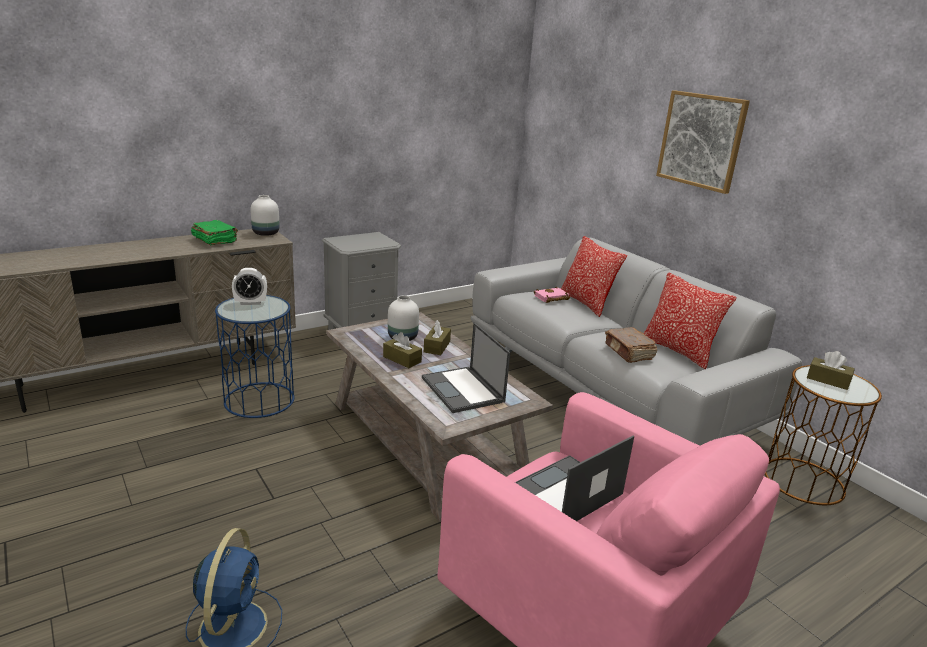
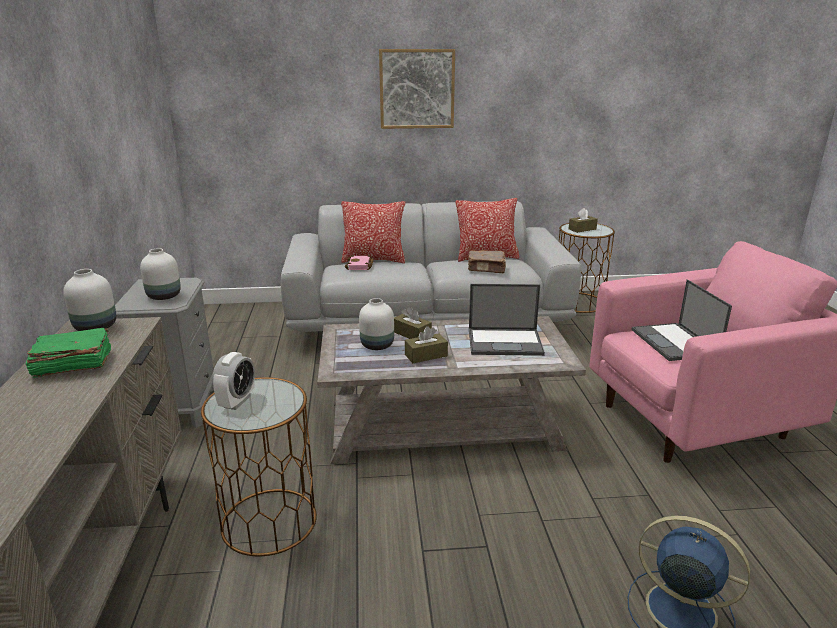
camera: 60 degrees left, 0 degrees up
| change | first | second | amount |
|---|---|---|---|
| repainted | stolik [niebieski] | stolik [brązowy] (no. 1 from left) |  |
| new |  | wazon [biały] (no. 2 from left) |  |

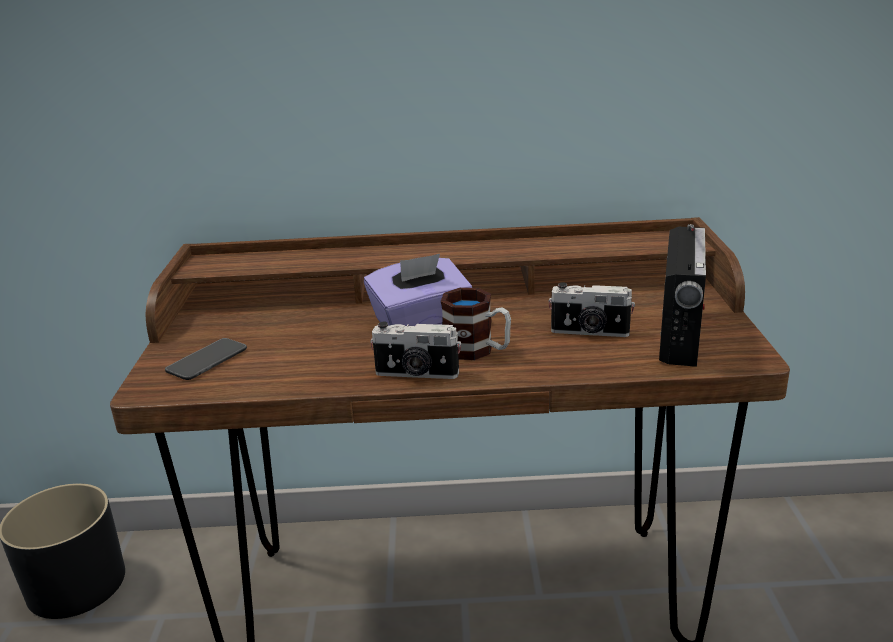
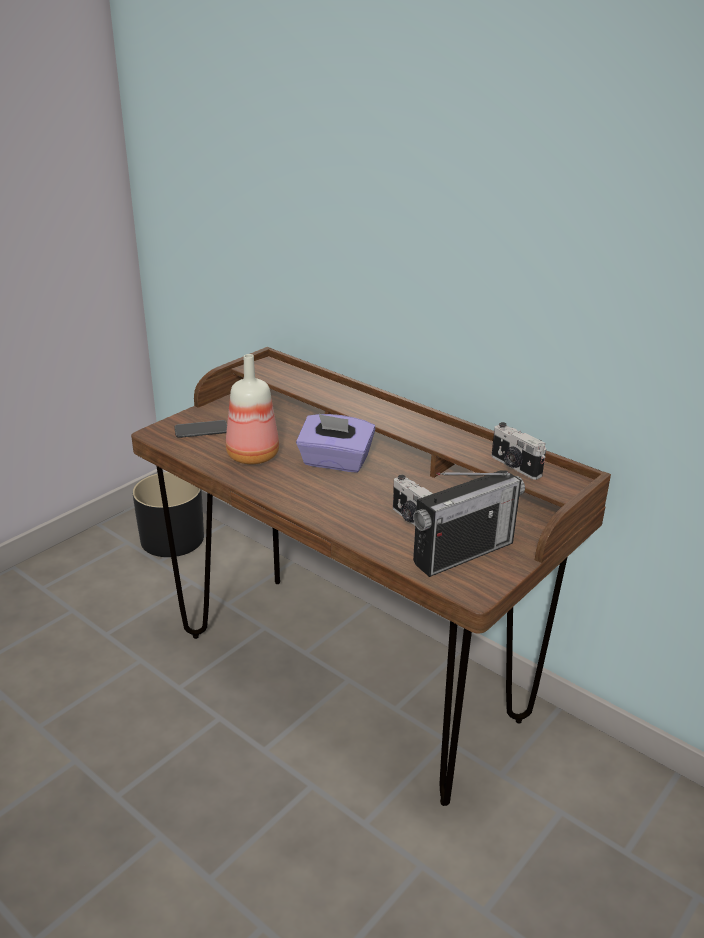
camera: 40 degrees right, 5 degrees up
| change | first | second | amount |
|---|---|---|---|
| shifted | aparat fotograficzny (no. 1 from left in the first image) | aparat fotograficzny (no. 2 from left) |  |
| gone | kubek |  |  |
| new |  | butelka |  |

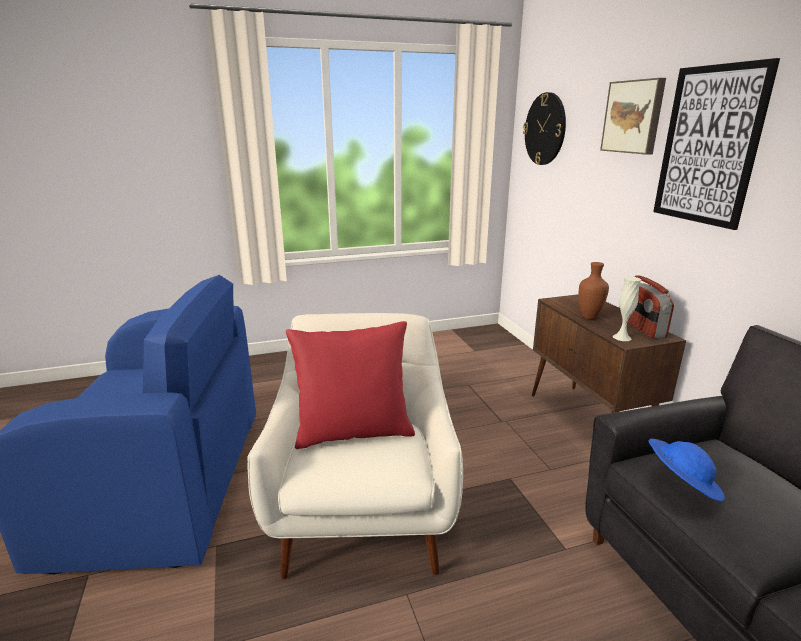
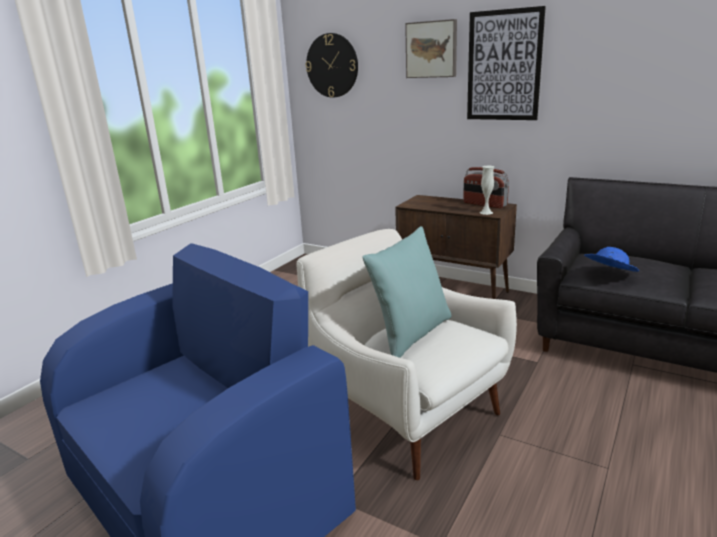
camera: 40 degrees left, 0 degrees up
| change | first | second | amount |
|---|---|---|---|
| repainted | poduszka [czerwony] | poduszka [turkusowy] |  |
| gone | wazon [brązowy] |  |  |

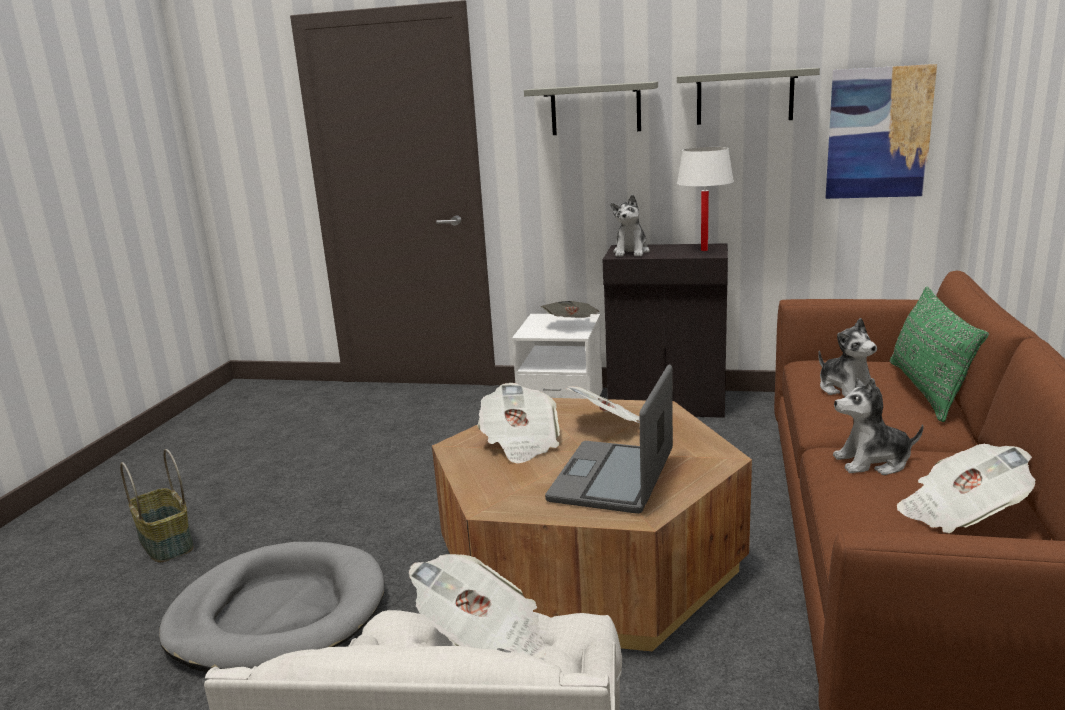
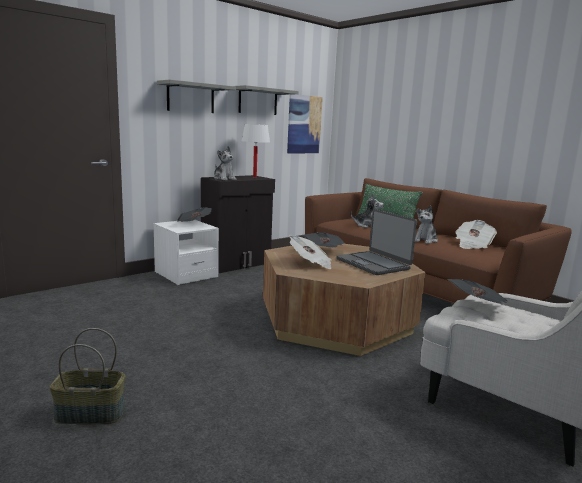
camera: 55 degrees left, 5 degrees down
| change | first | second | amount |
|---|---|---|---|
| gone | legowisko [szary] |  |  |

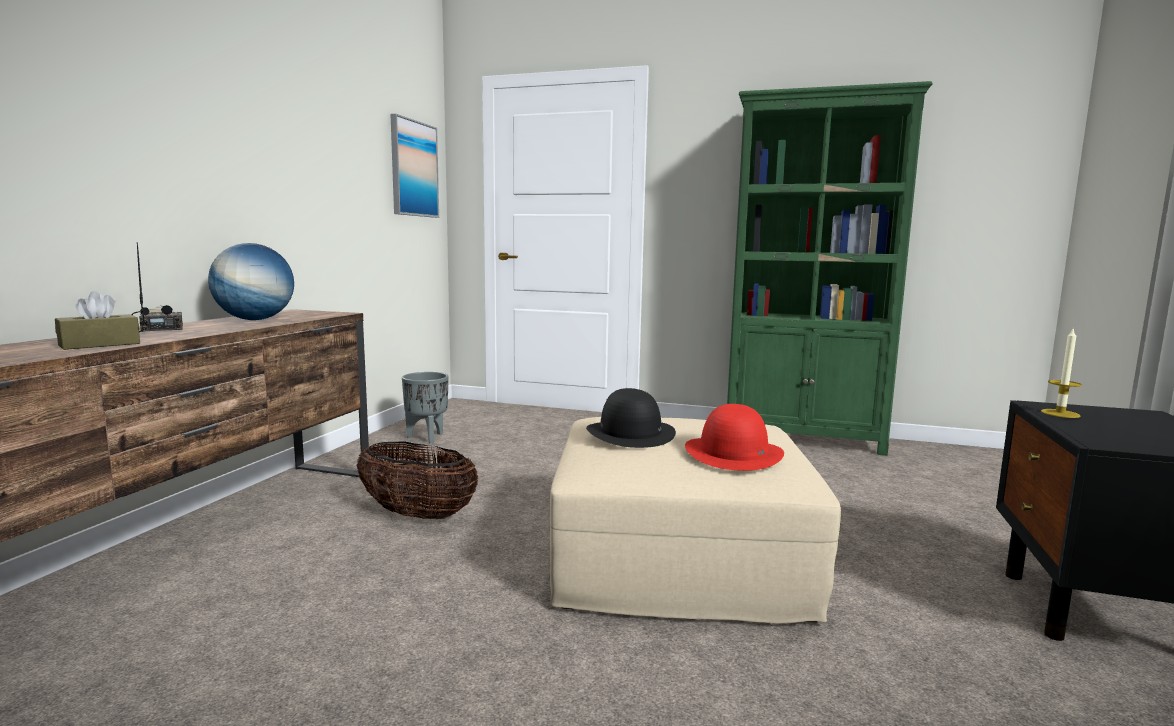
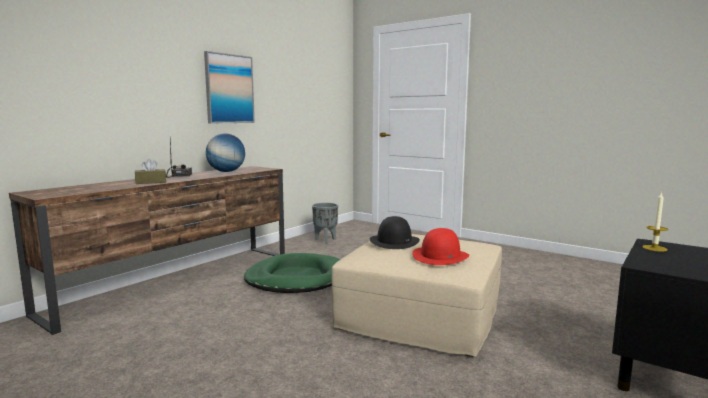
camera: 20 degrees right, 0 degrees up
| change | first | second | amount |
|---|---|---|---|
| swapped | koszyk | legowisko [zielony] |  |
| shifted | obraz |  |  |
| gone | regał [zielony] |  |  |

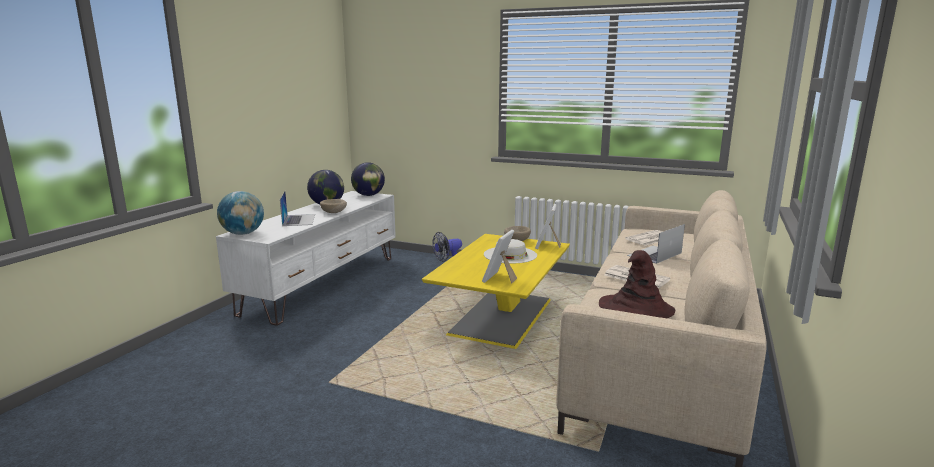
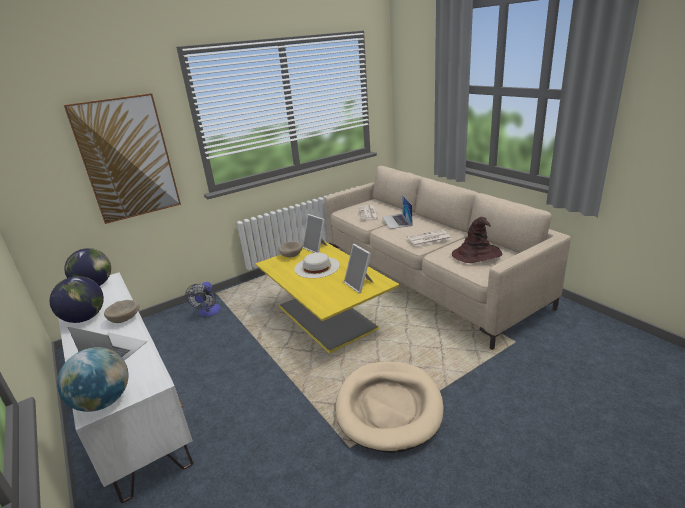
camera: 55 degrees left, 10 degrees up
| change | first | second | amount |
|---|---|---|---|
| new |  | obraz |  |
| new |  | legowisko [beżowy] |  |

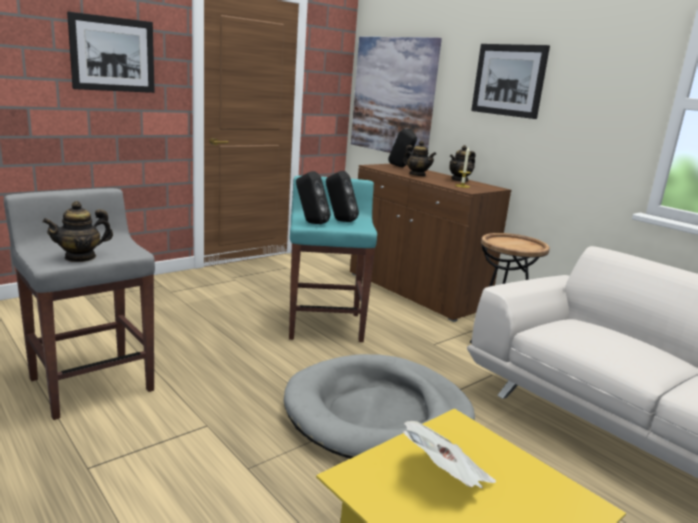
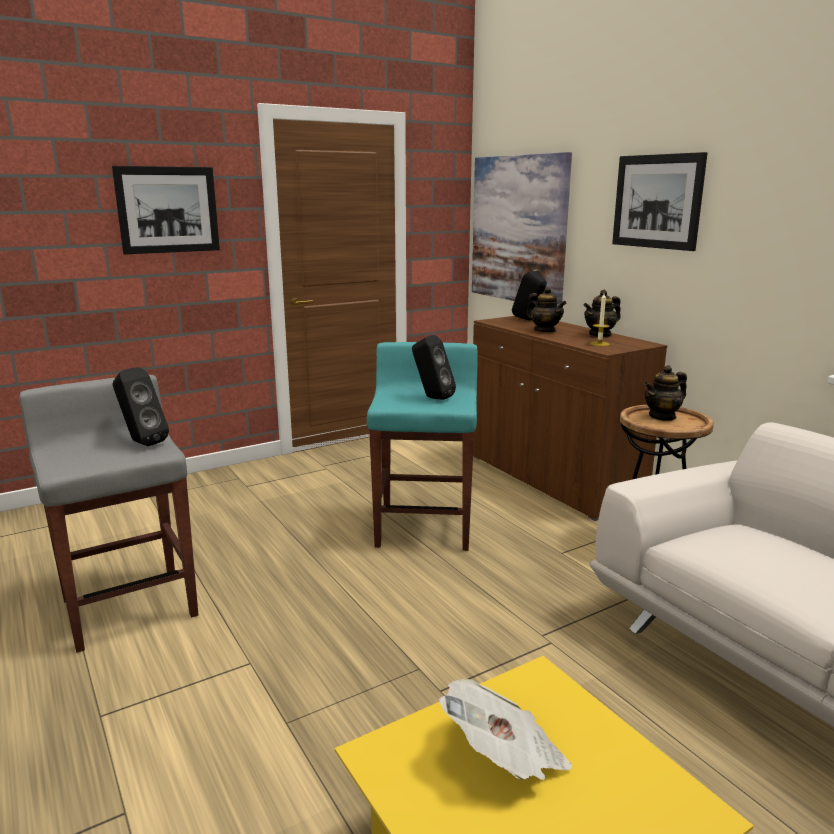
camera: 10 degrees right, 0 degrees up
| change | first | second | amount |
|---|---|---|---|
| shifted | imbryk (no. 1 from left in the first image) | imbryk (no. 3 from left) |  |
| gone | legowisko [szary] |  |  |
| shifted | głośnik [czarny] (no. 1 from left) |  |  |

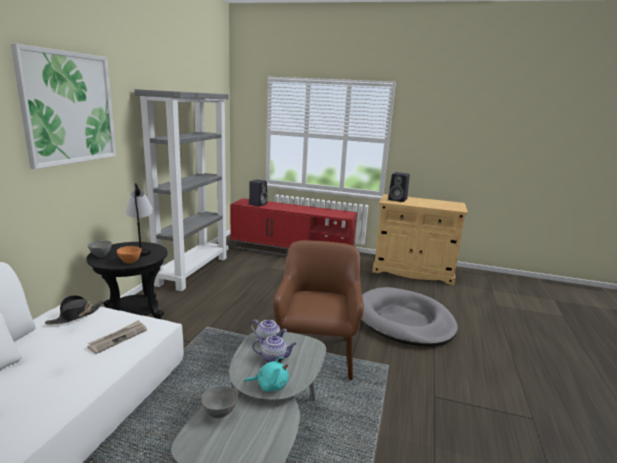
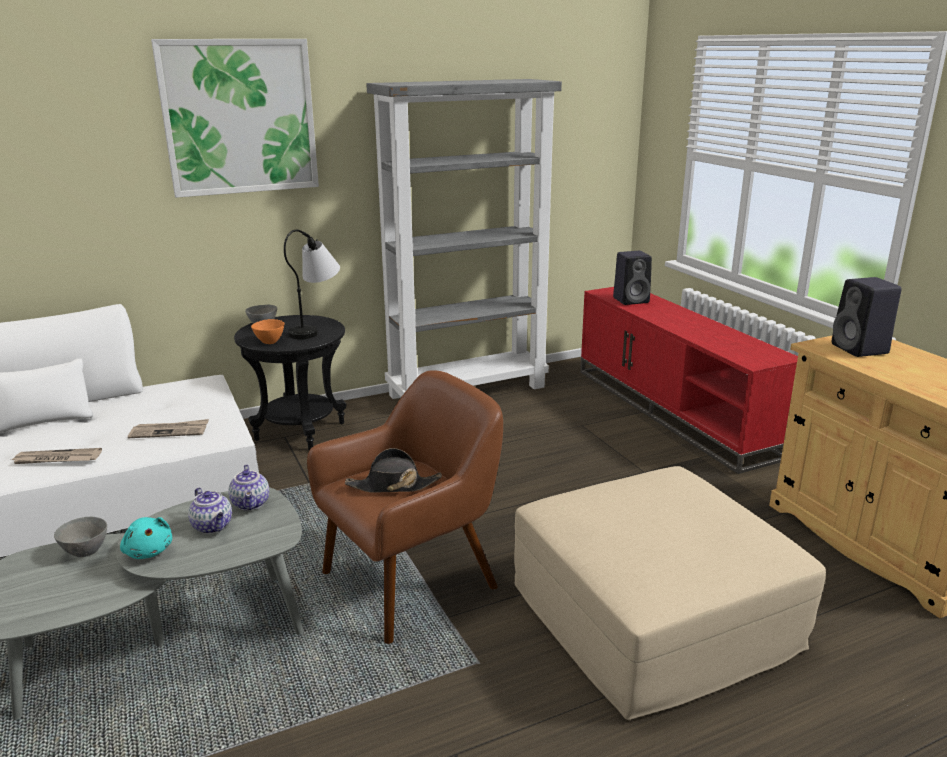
camera: 50 degrees right, 5 degrees up
| change | first | second | amount |
|---|---|---|---|
| shifted | kapelusz [czarny] |  |  |
| swapped | legowisko [szary] | pufa [beżowy] |  |
| new |  | gazeta (no. 1 from left) |  |

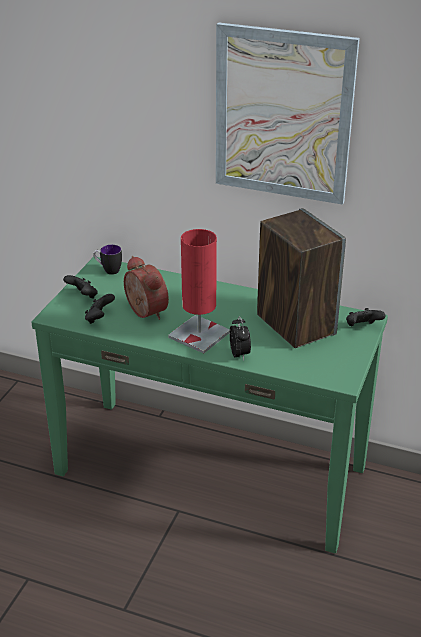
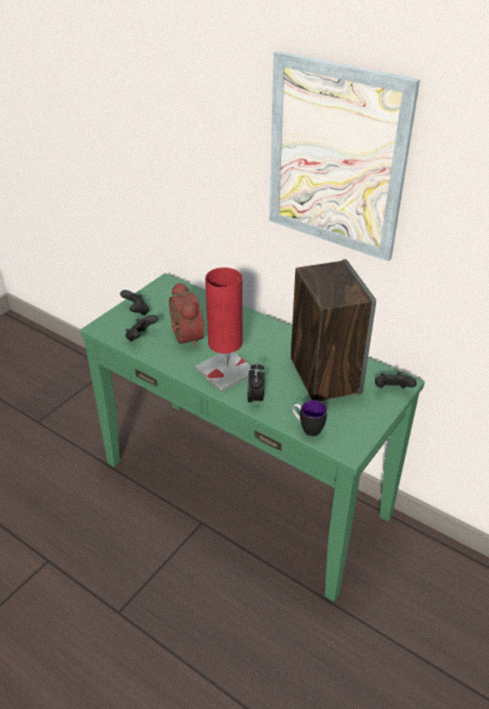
camera: 15 degrees right, 5 degrees up
| change | first | second | amount |
|---|---|---|---|
| shifted | kubek |  |  |

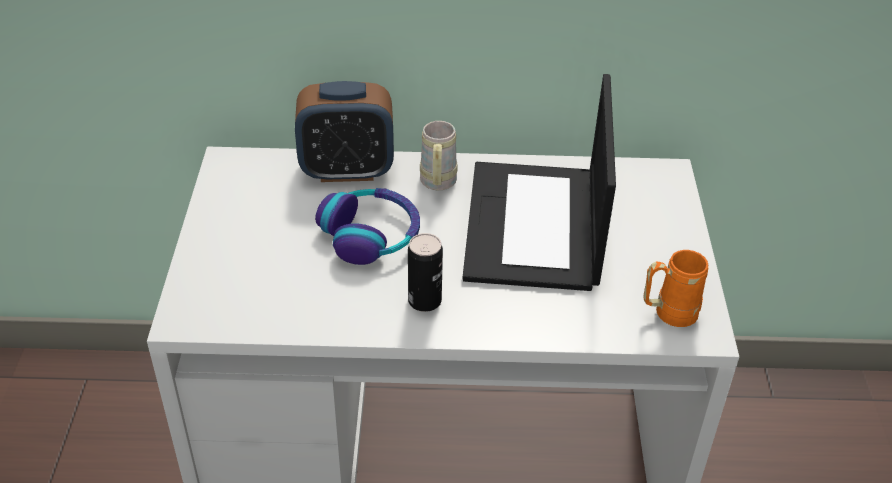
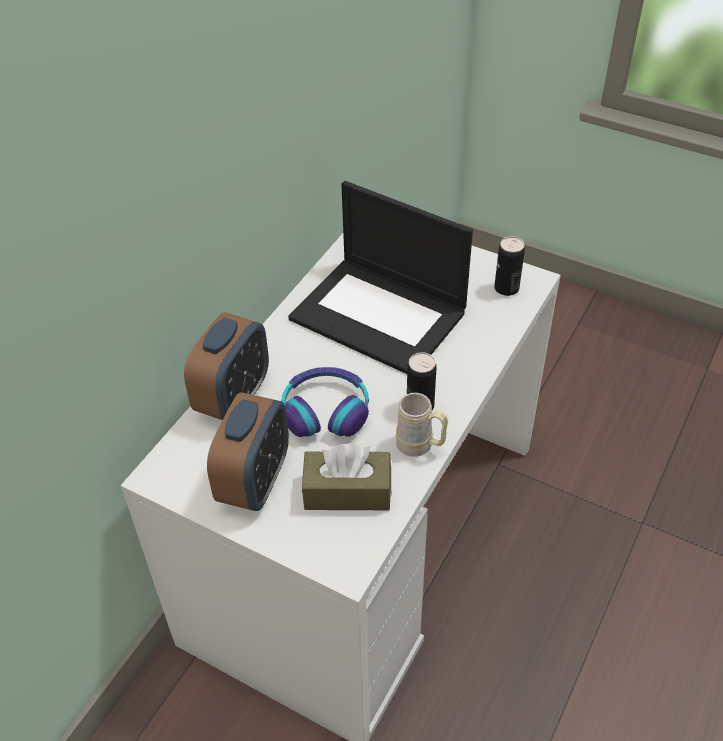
camera: 60 degrees left, 5 degrees up
| change | first | second | amount |
|---|---|---|---|
| shifted | kubek [beżowy] |  |  |
| swapped | kubek [pomarańczowy] | puszka (no. 2 from left) |  |
| new |  | budzik (no. 2 from left) |  |
| new |  | pudełko chusteczek [brązowy] |  |

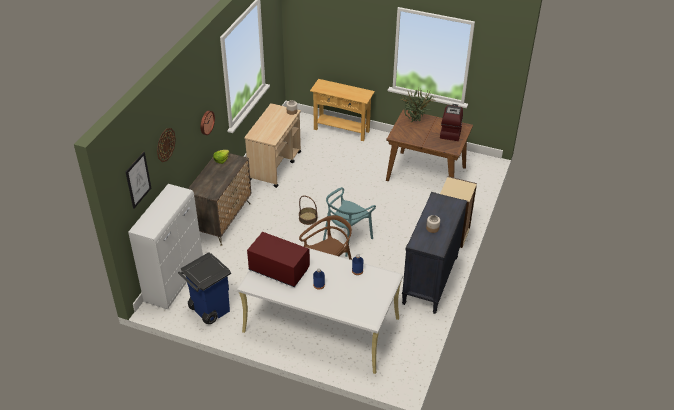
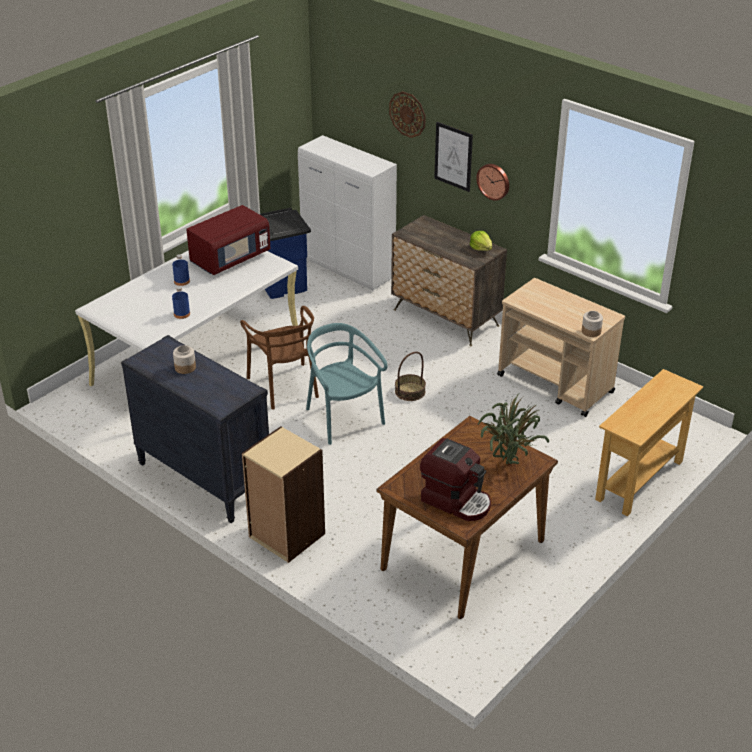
camera: 110 degrees right, 5 degrees down
| change | first | second | amount |
|---|---|---|---|
| shifted | obraz |  |  |

